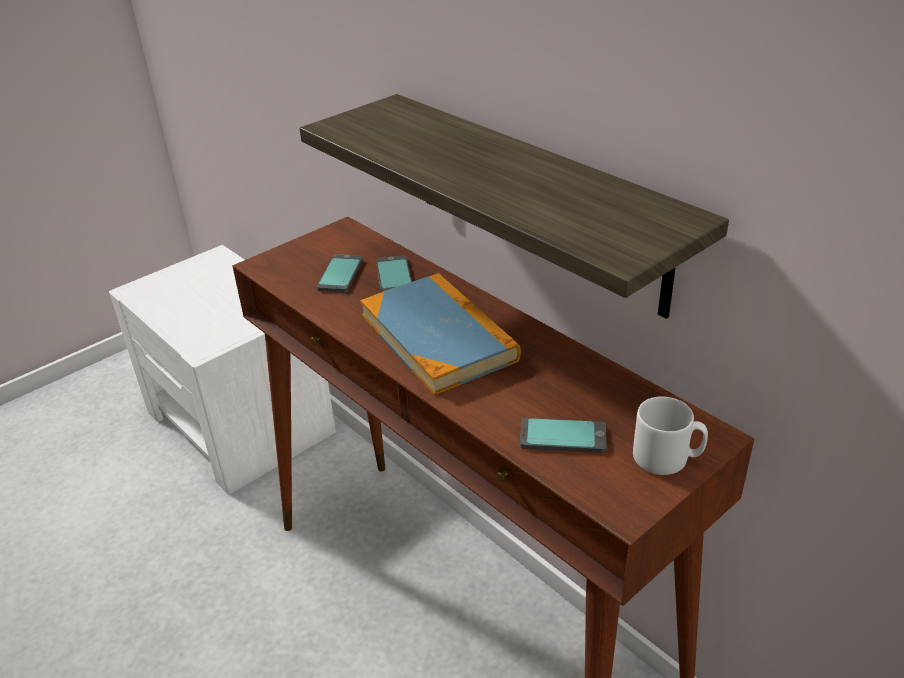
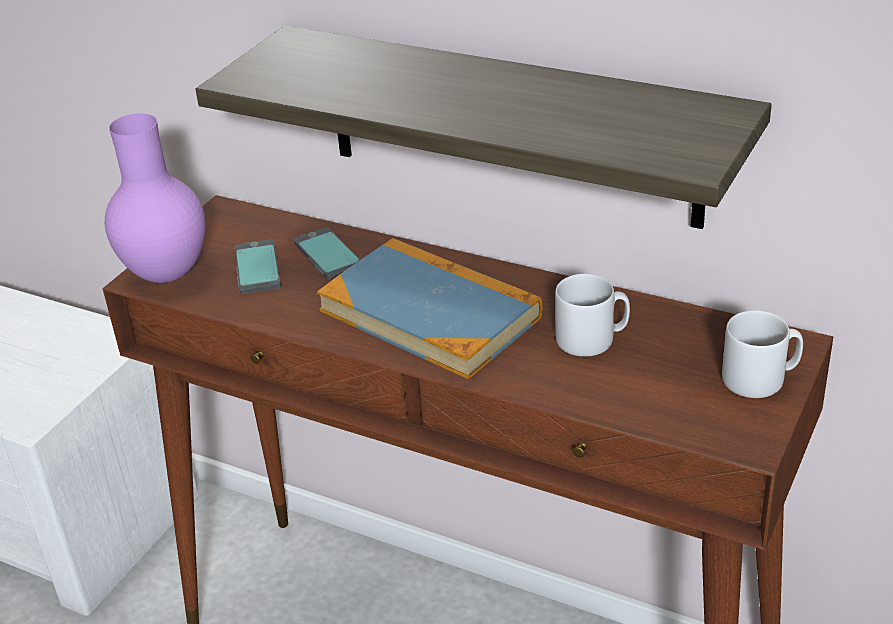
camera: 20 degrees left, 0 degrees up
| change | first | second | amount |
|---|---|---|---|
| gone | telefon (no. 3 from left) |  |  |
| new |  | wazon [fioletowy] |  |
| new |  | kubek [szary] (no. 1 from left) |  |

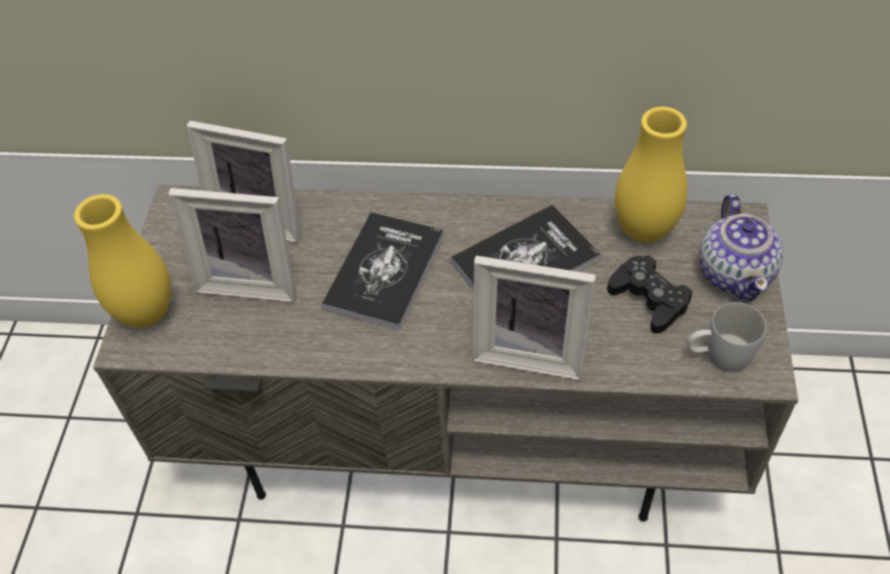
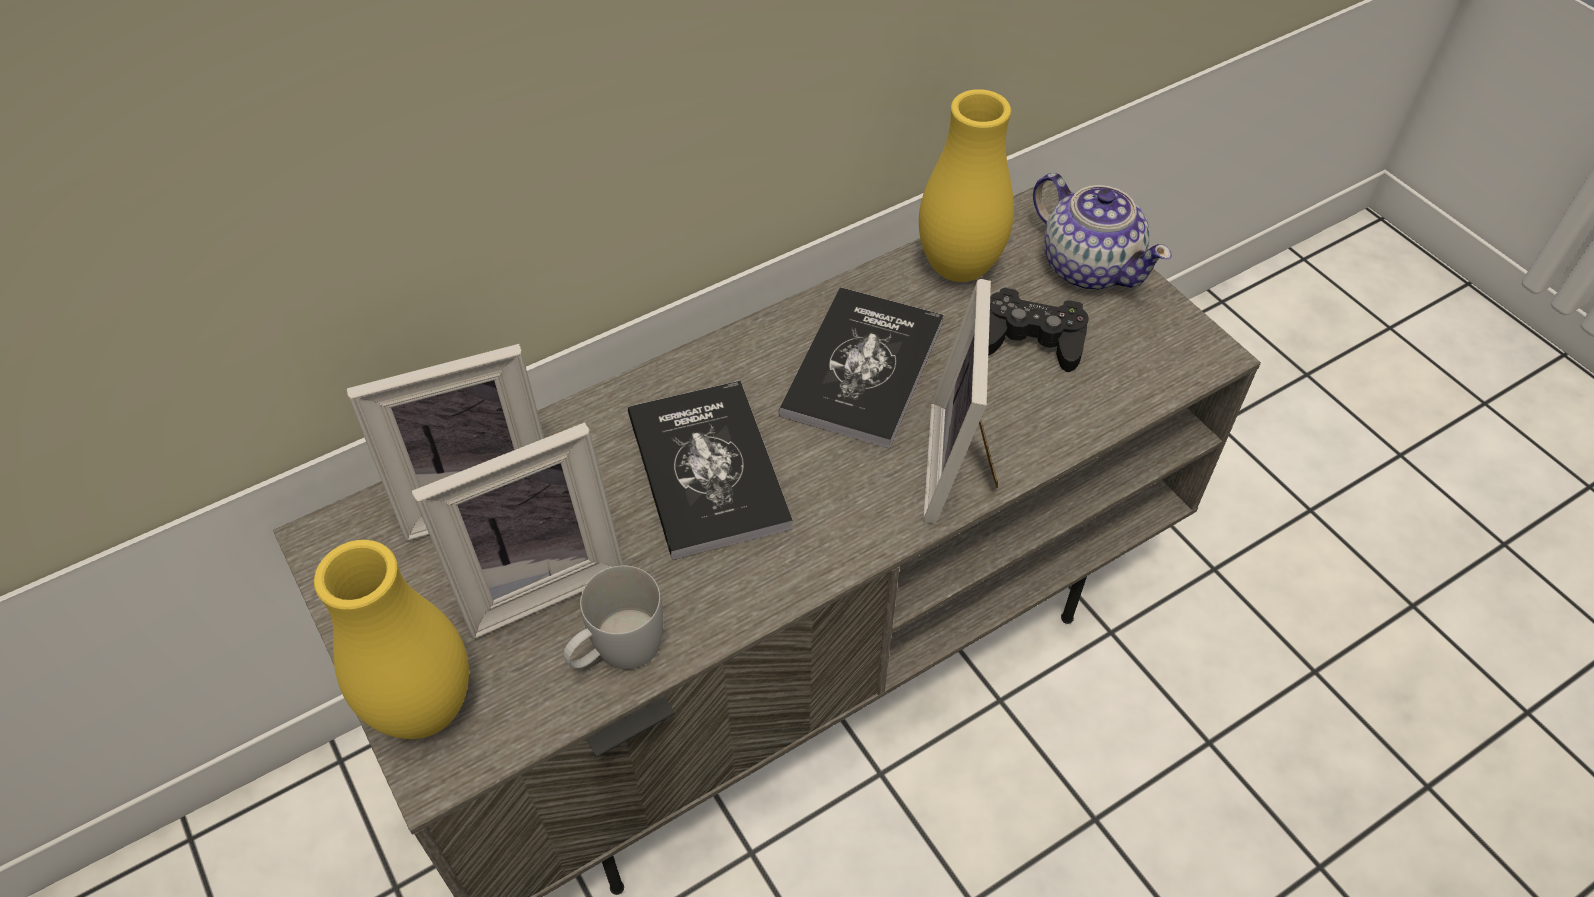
camera: 40 degrees left, 0 degrees up
| change | first | second | amount |
|---|---|---|---|
| rotated | ramka na zdjęcie (no. 3 from left) |  | 120 degrees clockwise |
| shifted | kubek [biały] |  |  |

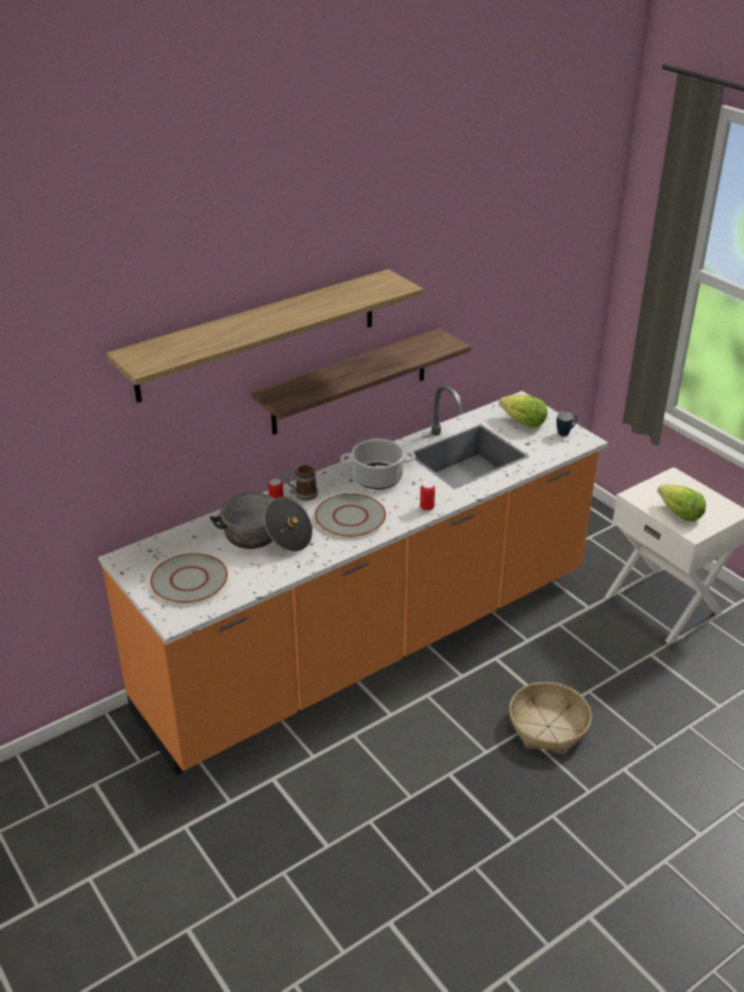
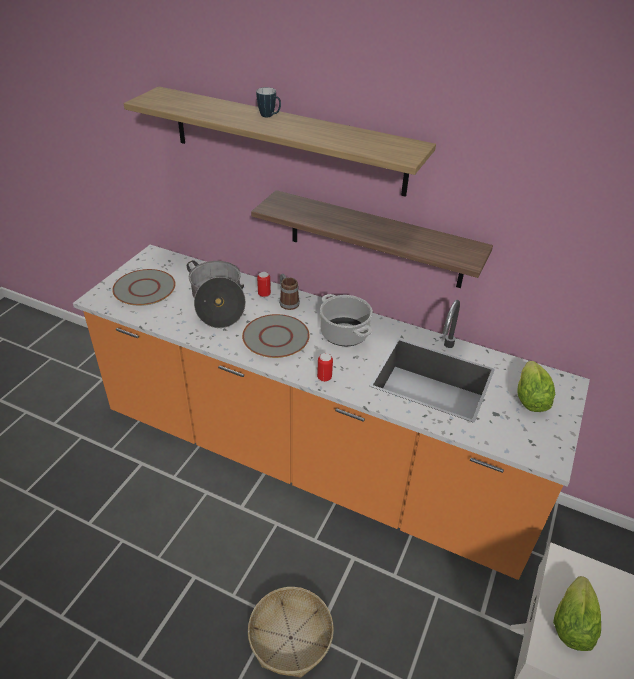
camera: 60 degrees right, 5 degrees up
| change | first | second | amount |
|---|---|---|---|
| shifted | kubek (no. 2 from left in the first image) | kubek (no. 1 from left) |  |

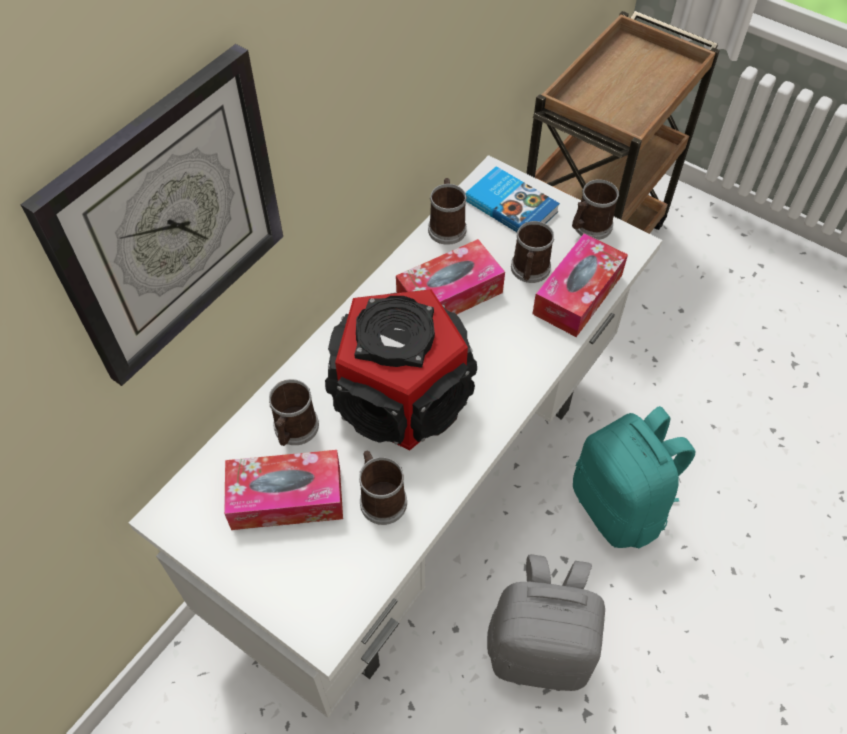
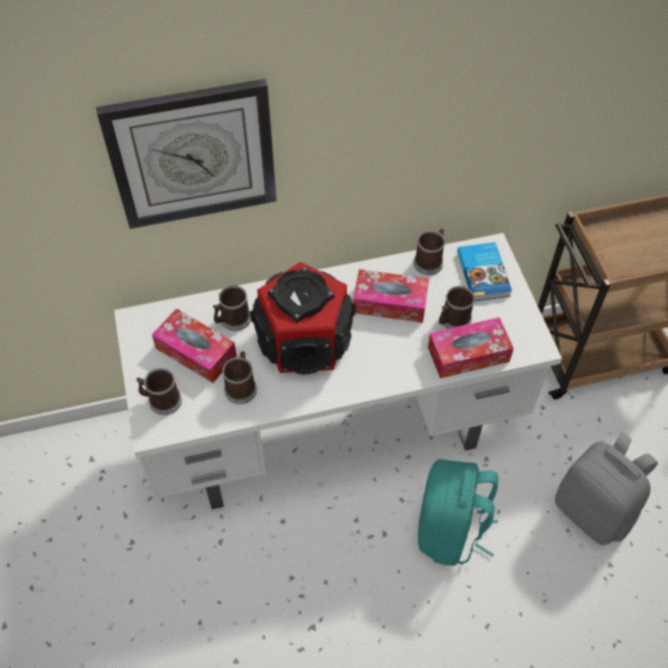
camera: 40 degrees right, 0 degrees up
| change | first | second | amount |
|---|---|---|---|
| shifted | plecak [szary] |  |  |
| shifted | kubek (no. 5 from left in the first image) | kubek (no. 1 from left) |  |

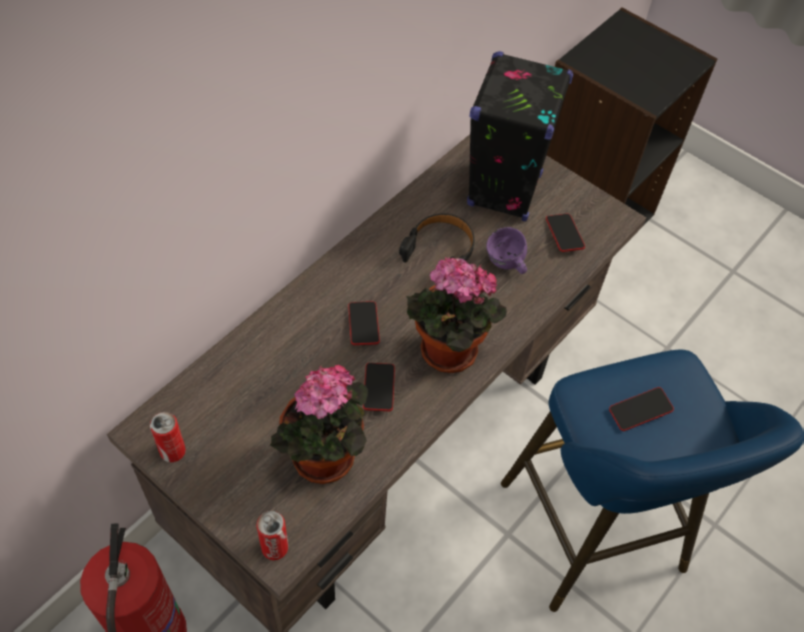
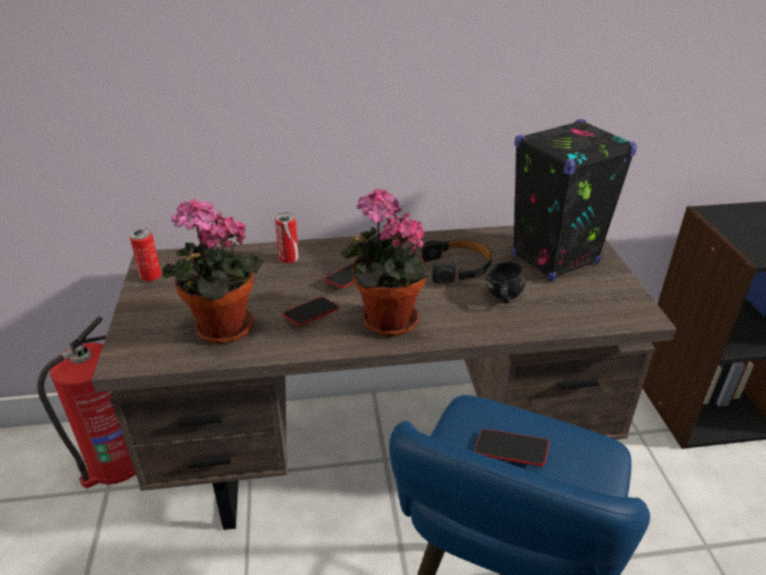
camera: 45 degrees right, 20 degrees down
| change | first | second | amount |
|---|---|---|---|
| shifted | puszka (no. 2 from left) |  |  |
| repainted | kubek [fioletowy] | kubek [czarny] |  |
| gone | telefon (no. 3 from left) |  |  |

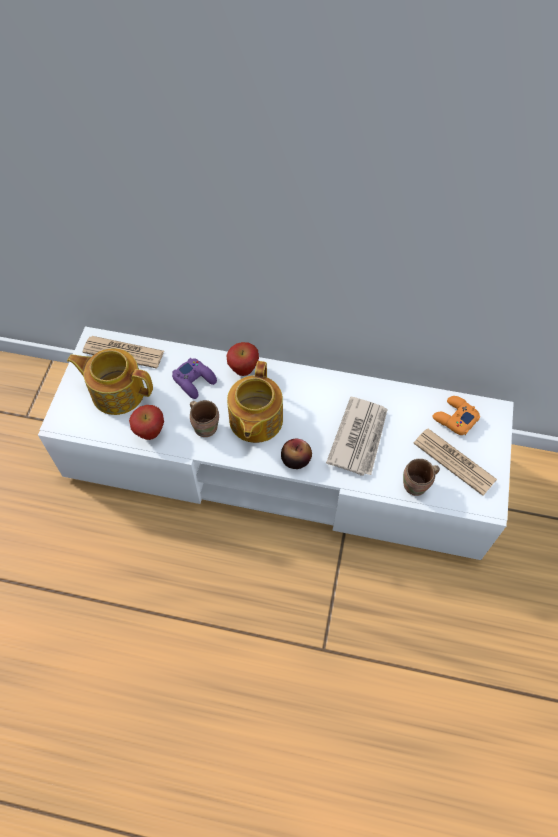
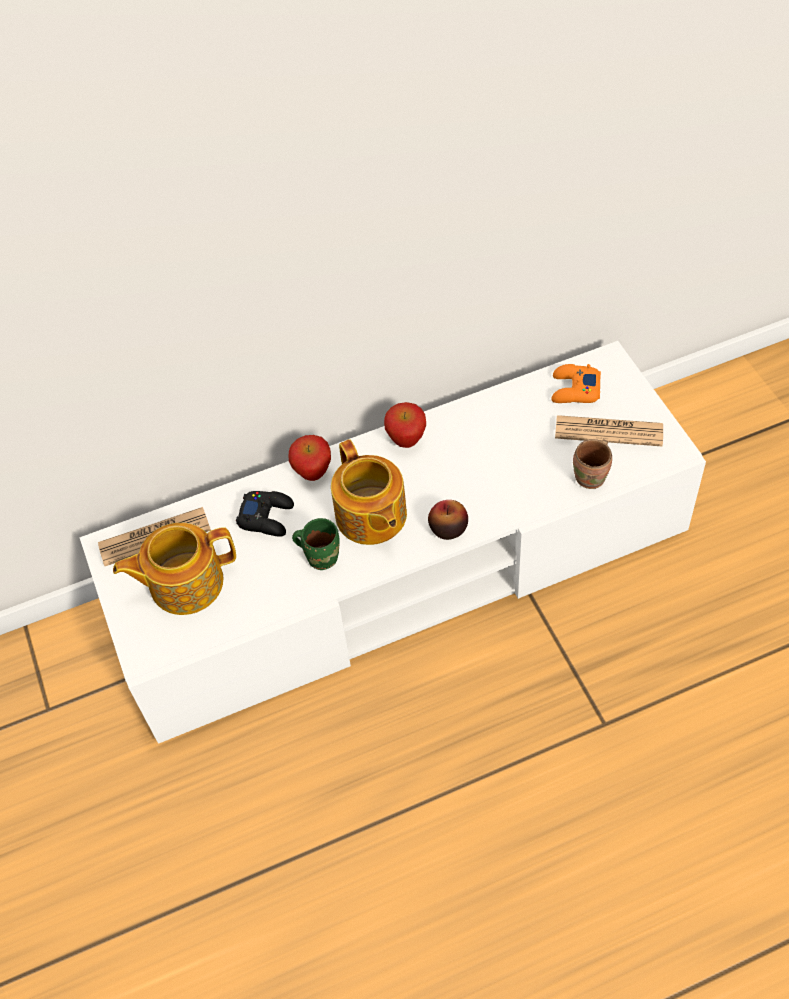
camera: 30 degrees left, 5 degrees down
| change | first | second | amount |
|---|---|---|---|
| shifted | jabłko (no. 1 from left in the first image) | jabłko (no. 2 from left) |  |
| repainted | pad do gier [fioletowy] | pad do gier [czarny] |  |
| repainted | kubek [brązowy] (no. 1 from left) | kubek [zielony] |  |
| gone | gazeta (no. 2 from left) |  |  |

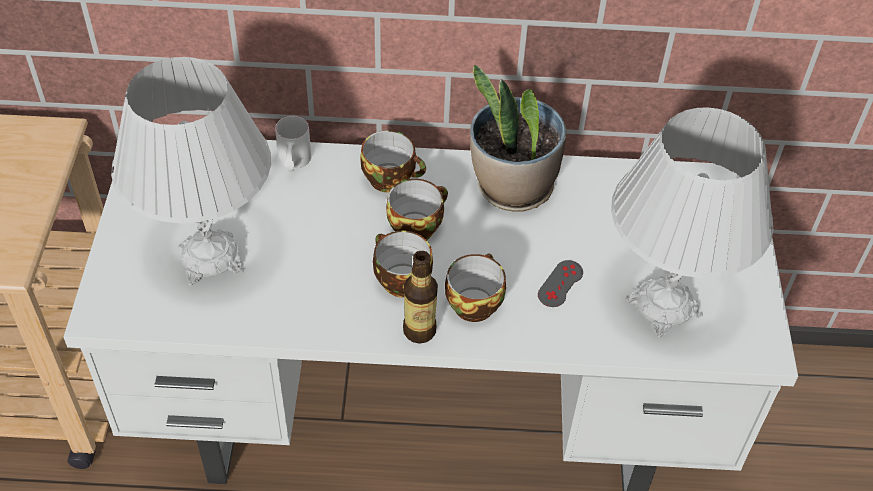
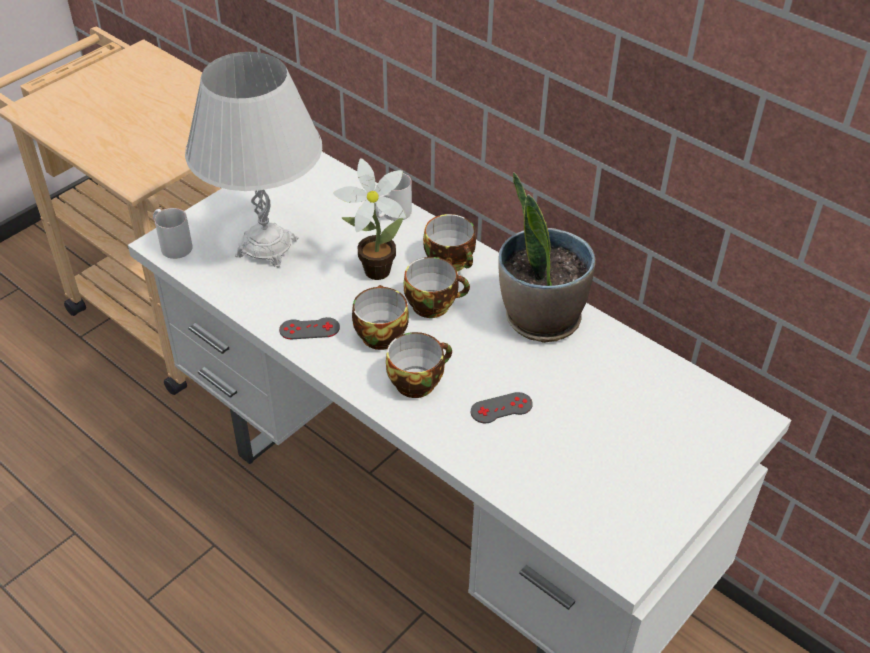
camera: 40 degrees right, 5 degrees down
| change | first | second | amount |
|---|---|---|---|
| gone | butelka |  |  |
| gone | lampa stołowa [biały] (no. 2 from left) |  |  |
| new |  | kubek [biały] (no. 1 from left) |  |
| new |  | pad do gier [szary] (no. 1 from left) |  |
| new |  | roślina doniczkowa (no. 1 from left) |  |

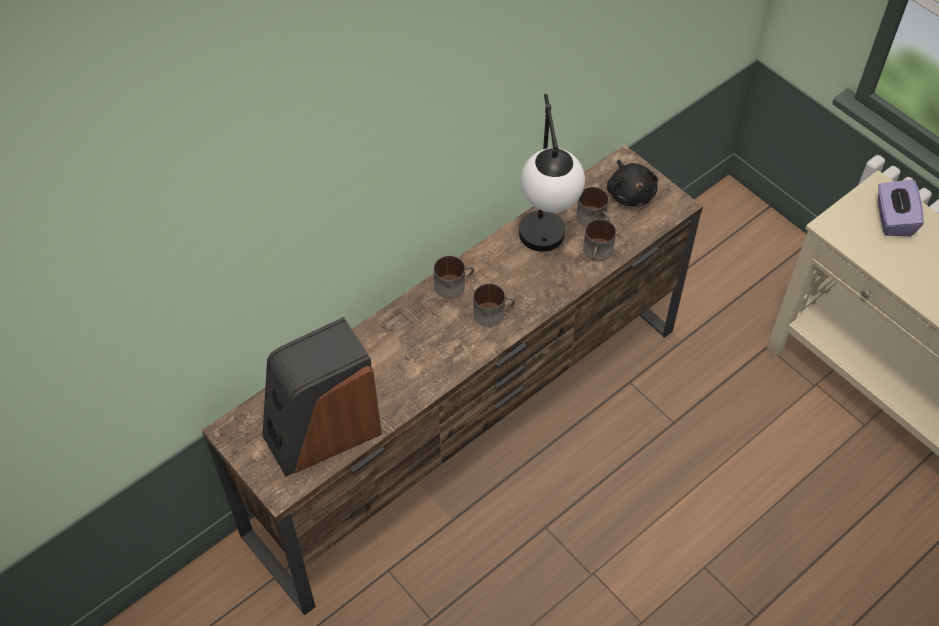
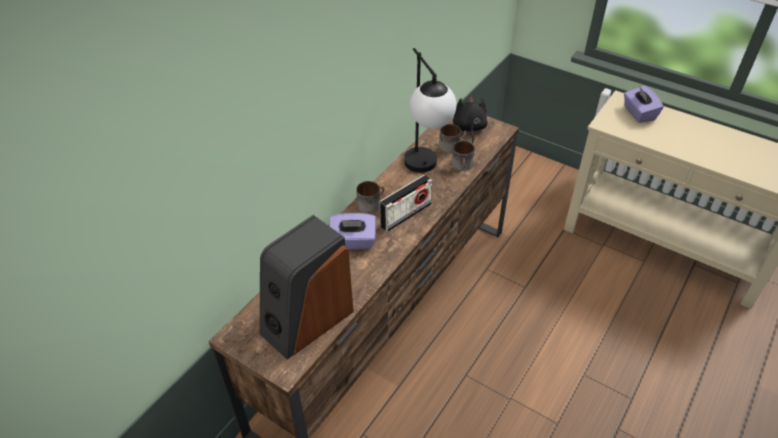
camera: 15 degrees left, 10 degrees down
| change | first | second | amount |
|---|---|---|---|
| swapped | kubek (no. 2 from left) | radio |  |
| rotated | pluszak [czarny] |  | 150 degrees counterclockwise |
| new |  | pudełko chusteczek [fioletowy] (no. 1 from left) |  |

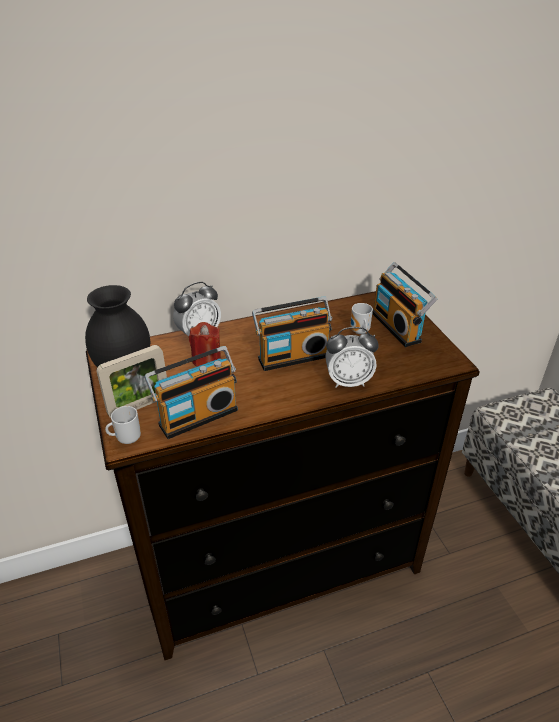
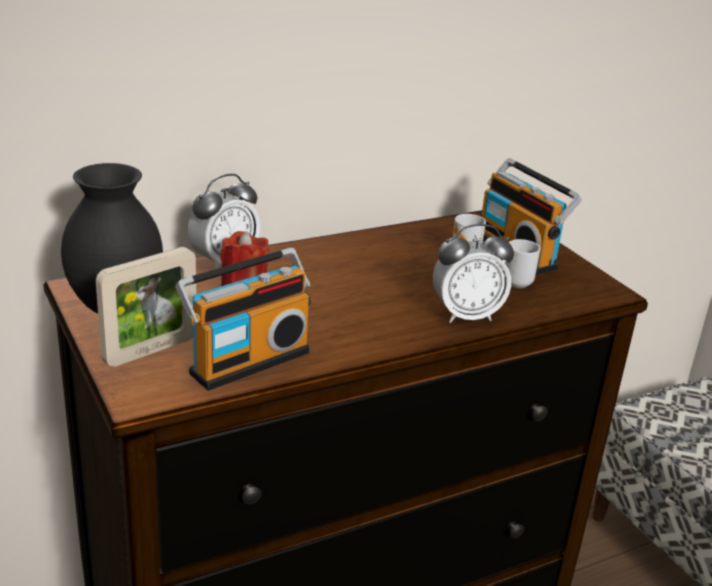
camera: 10 degrees left, 10 degrees down
| change | first | second | amount |
|---|---|---|---|
| shifted | kubek (no. 1 from left in the first image) | kubek (no. 2 from left) |  |
| gone | radio (no. 2 from left) |  |  |

